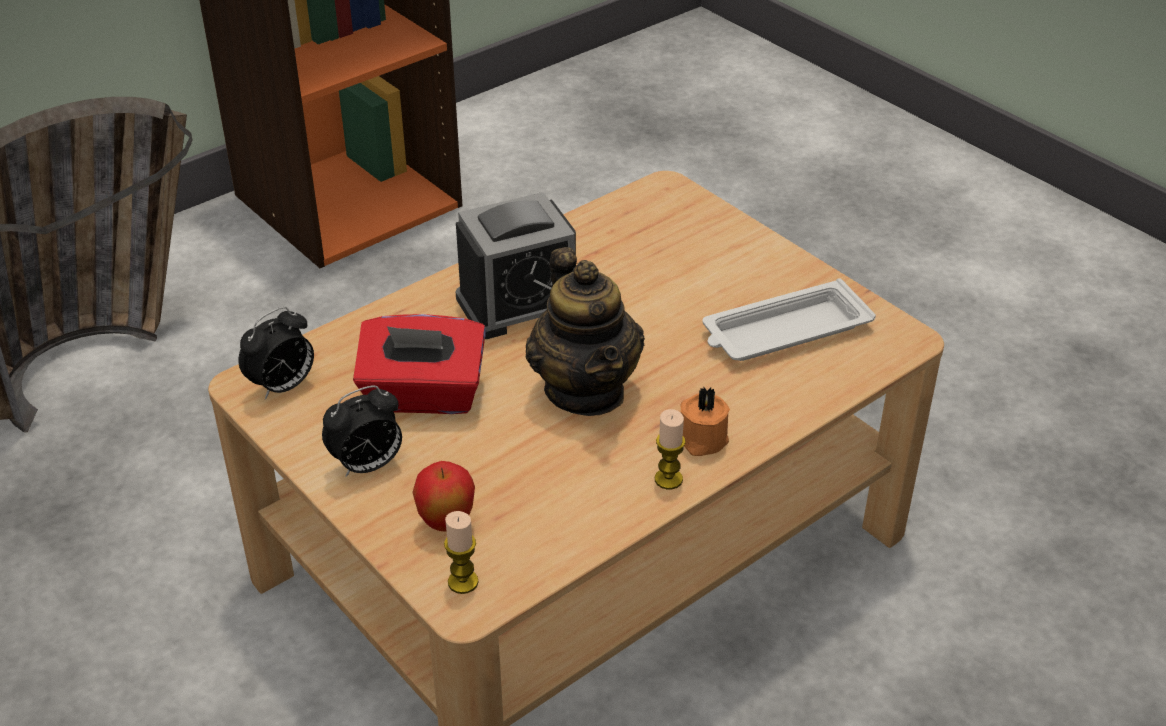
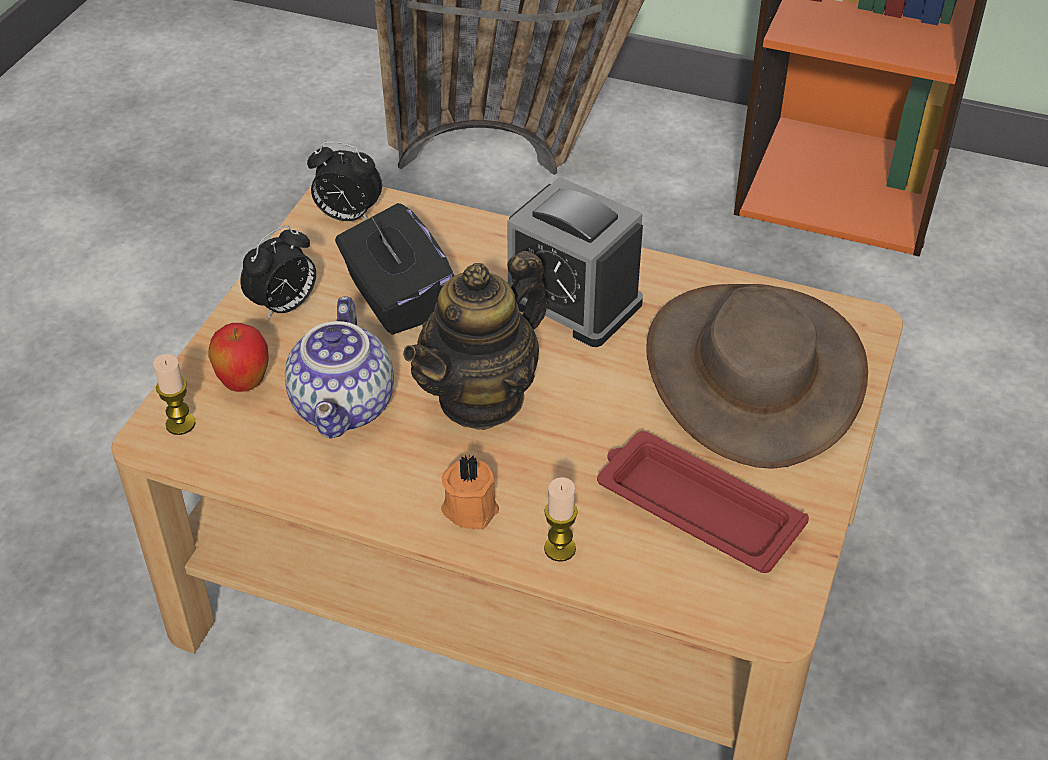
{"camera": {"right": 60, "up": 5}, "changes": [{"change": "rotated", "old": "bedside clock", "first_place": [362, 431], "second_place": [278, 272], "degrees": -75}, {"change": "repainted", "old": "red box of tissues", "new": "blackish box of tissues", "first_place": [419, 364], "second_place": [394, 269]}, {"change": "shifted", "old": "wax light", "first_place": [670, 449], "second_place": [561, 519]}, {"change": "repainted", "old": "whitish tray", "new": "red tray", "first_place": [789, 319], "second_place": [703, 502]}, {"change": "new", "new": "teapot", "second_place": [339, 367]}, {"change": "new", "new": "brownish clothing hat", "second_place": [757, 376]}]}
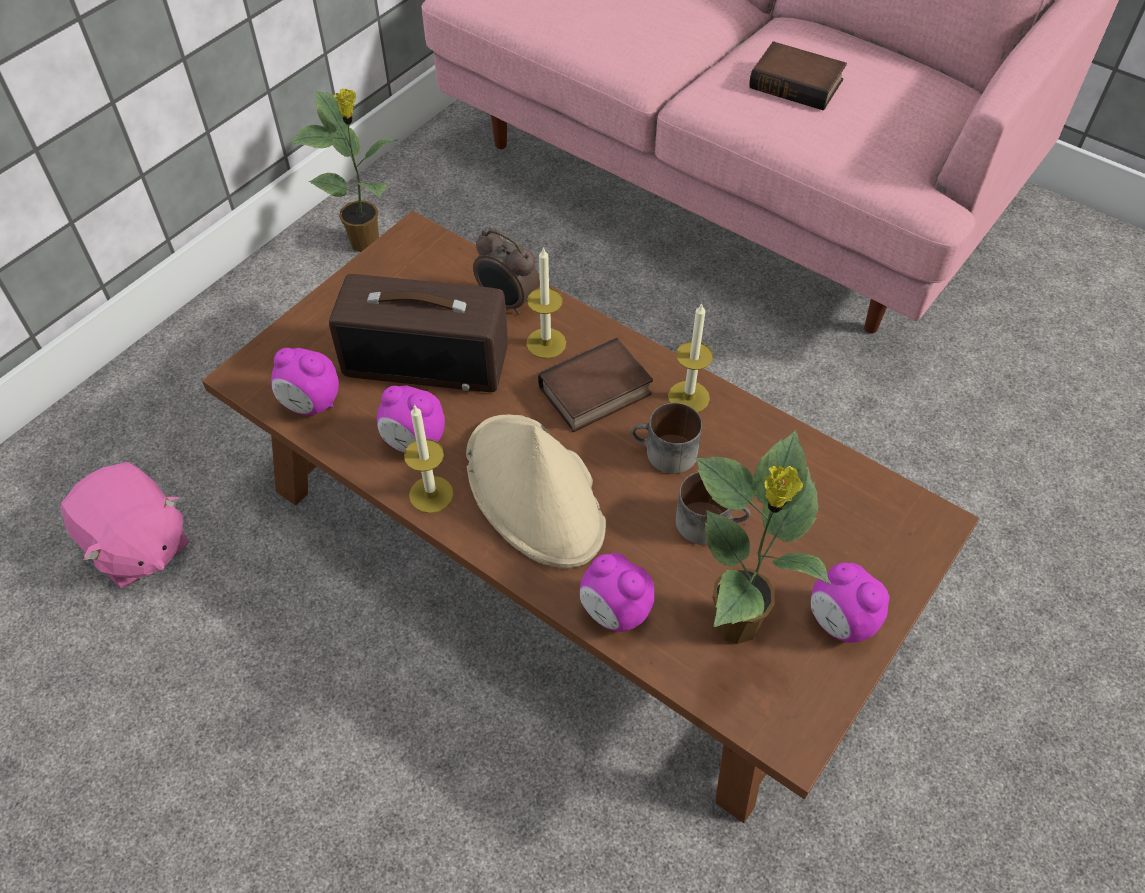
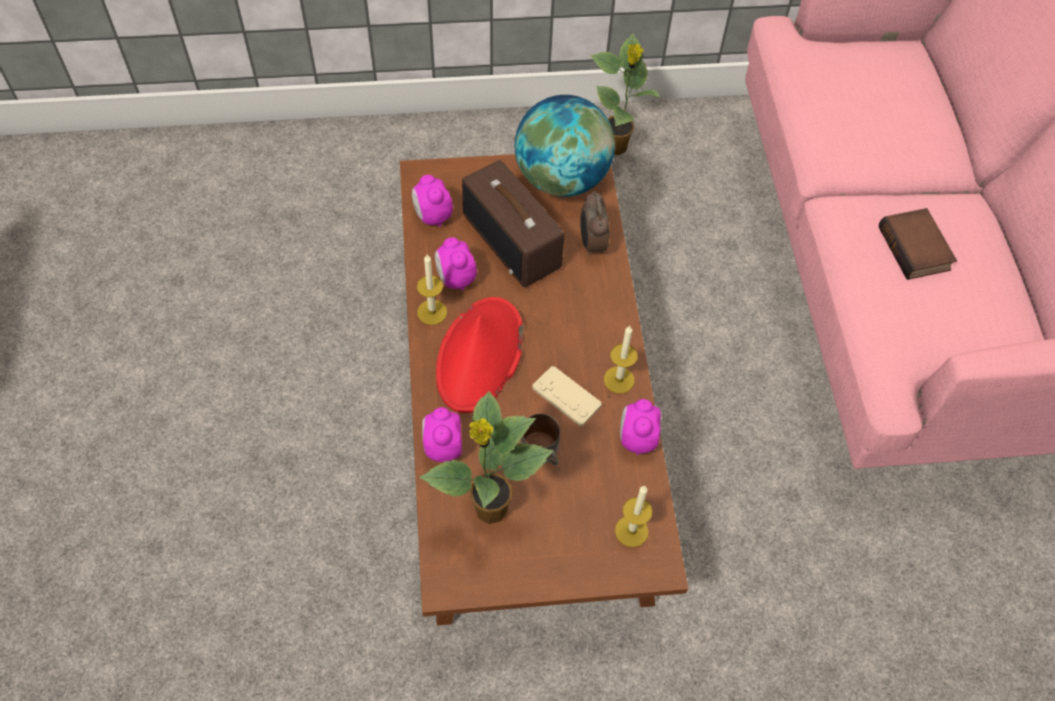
{"camera": {"right": 45, "up": 5}, "changes": [{"change": "gone", "old": "pinkish plush toy", "first_place": [125, 525]}, {"change": "repainted", "old": "beige-coloured clothing hat", "new": "red clothing hat", "first_place": [536, 491], "second_place": [479, 355]}, {"change": "shifted", "old": "wax light", "first_place": [546, 303], "second_place": [633, 516]}, {"change": "gone", "old": "volume", "first_place": [595, 385]}, {"change": "swapped", "old": "mug", "new": "beige-coloured joypad", "first_place": [666, 438], "second_place": [567, 396]}, {"change": "shifted", "old": "bedside clock", "first_place": [850, 603], "second_place": [640, 427]}, {"change": "new", "new": "globe", "second_place": [565, 146]}]}
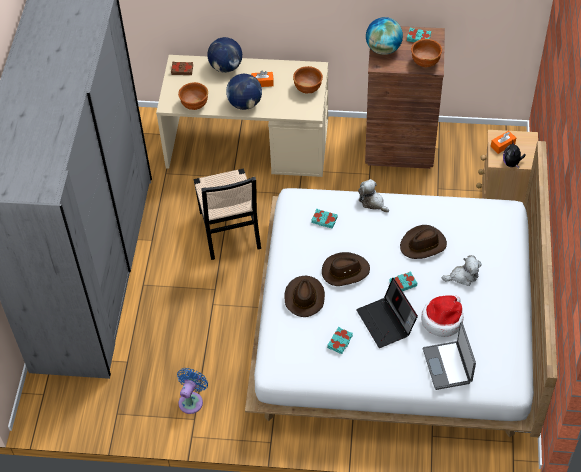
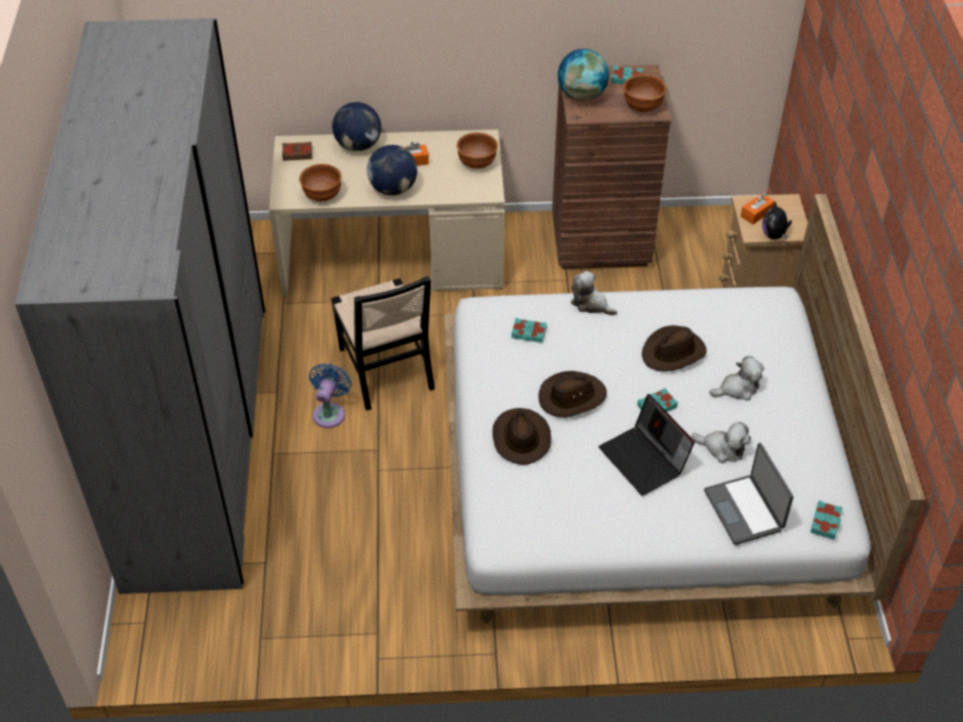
{"camera": {"right": -10, "up": -5}, "changes": [{"change": "shifted", "old": "bluish fan", "first_place": [192, 391], "second_place": [330, 395]}, {"change": "shifted", "old": "turquoise volume", "first_place": [340, 340], "second_place": [826, 519]}, {"change": "swapped", "old": "clothing hat", "new": "plush toy", "first_place": [442, 316], "second_place": [721, 442]}]}
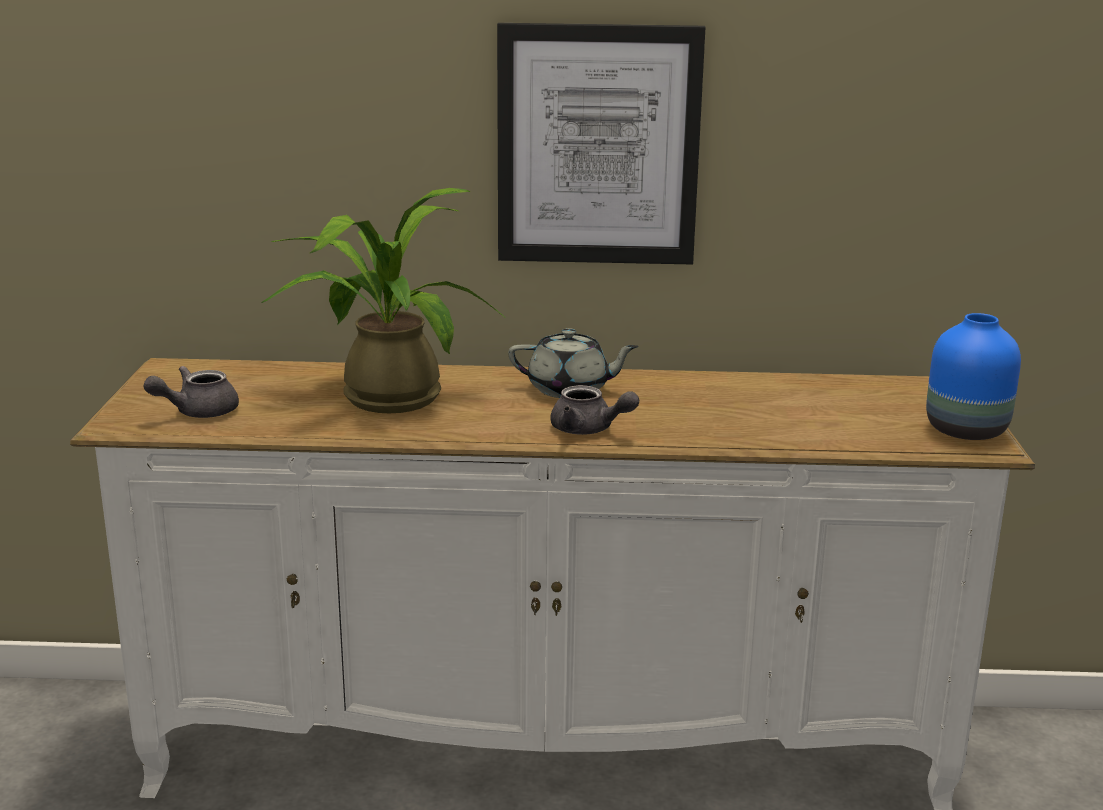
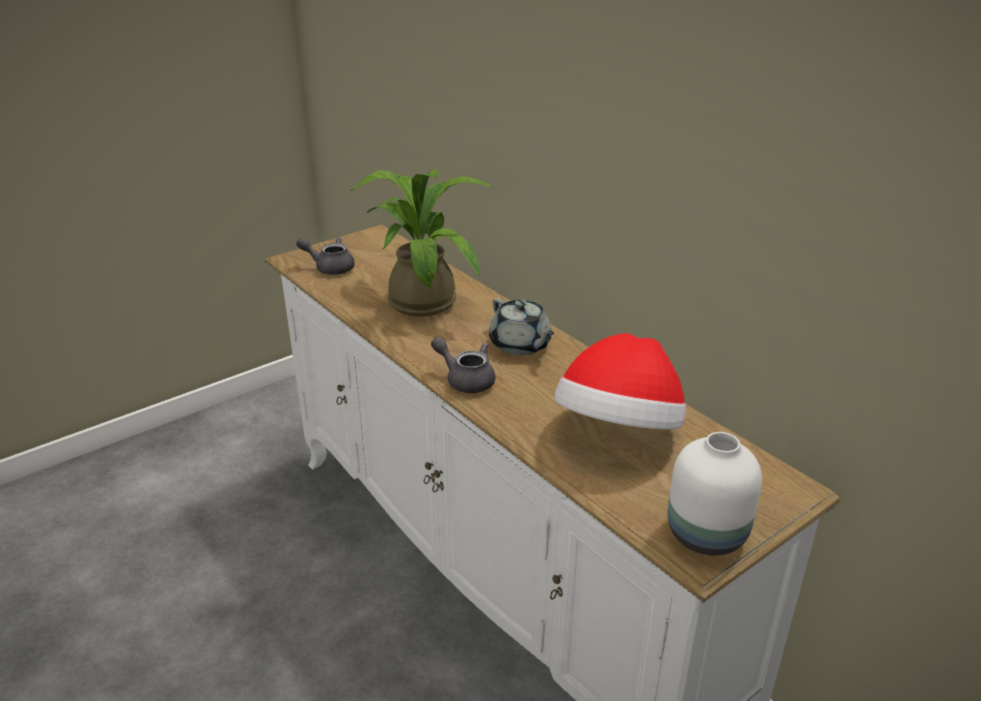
{"camera": {"right": 50, "up": 10}, "changes": [{"change": "gone", "old": "wall picture", "first_place": [601, 144]}, {"change": "rotated", "old": "gray teapot", "first_place": [594, 410], "second_place": [463, 365], "degrees": 135}, {"change": "repainted", "old": "bluish decorative vase", "new": "whitish decorative vase", "first_place": [973, 376], "second_place": [715, 493]}, {"change": "new", "new": "clothing hat", "second_place": [620, 381]}]}
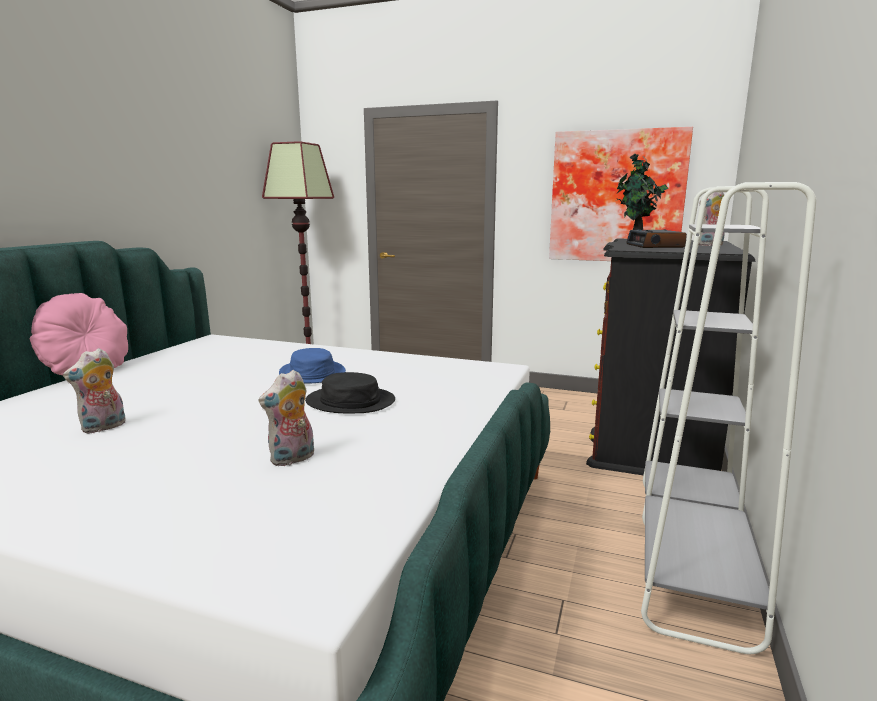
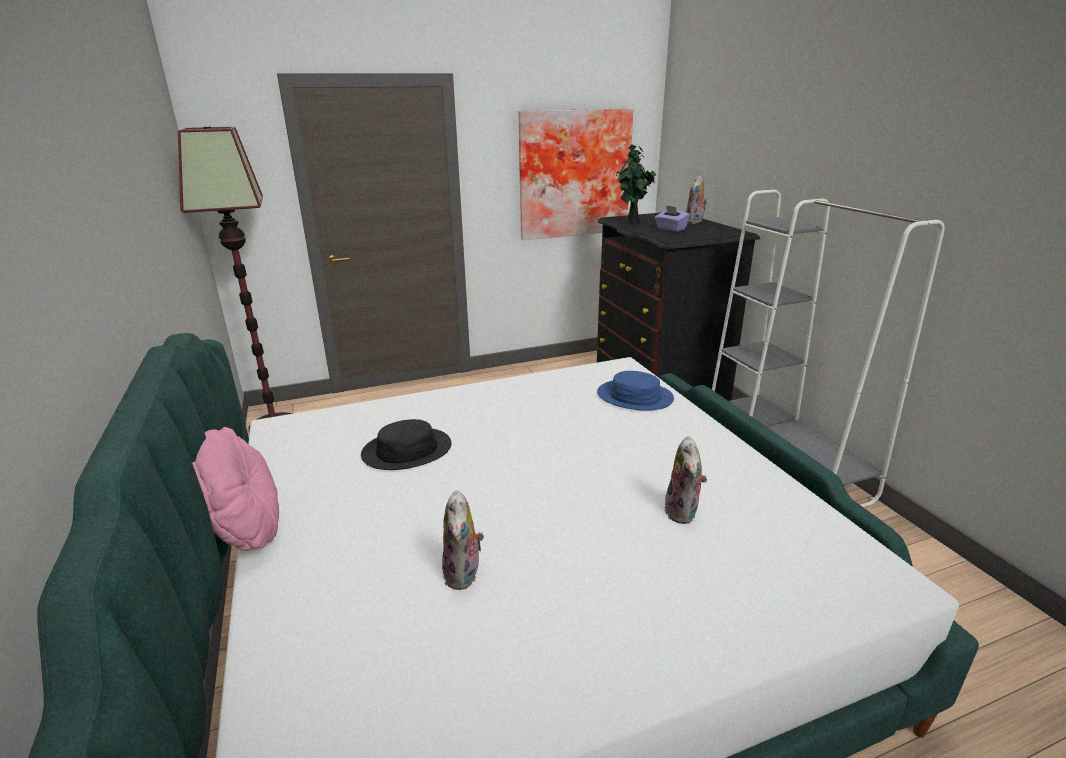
{"camera": {"right": -40, "up": 10}, "changes": [{"change": "shifted", "old": "bluish clothing hat", "first_place": [312, 366], "second_place": [635, 391]}, {"change": "shifted", "old": "blackish clothing hat", "first_place": [350, 392], "second_place": [406, 444]}, {"change": "swapped", "old": "bedside clock", "new": "purplish box of tissues", "first_place": [656, 238], "second_place": [672, 218]}]}
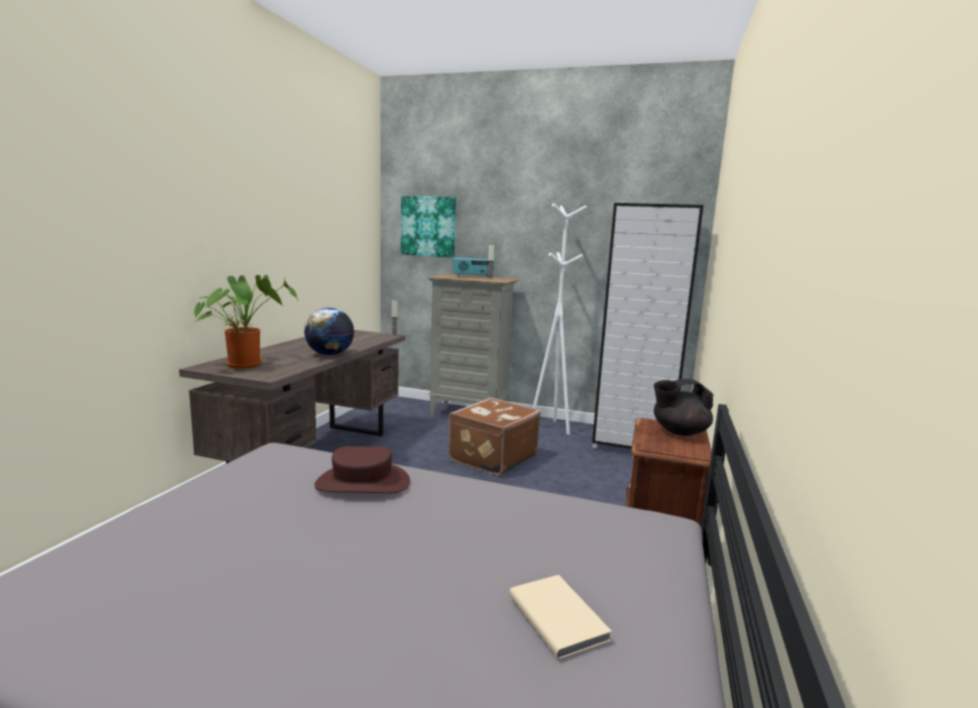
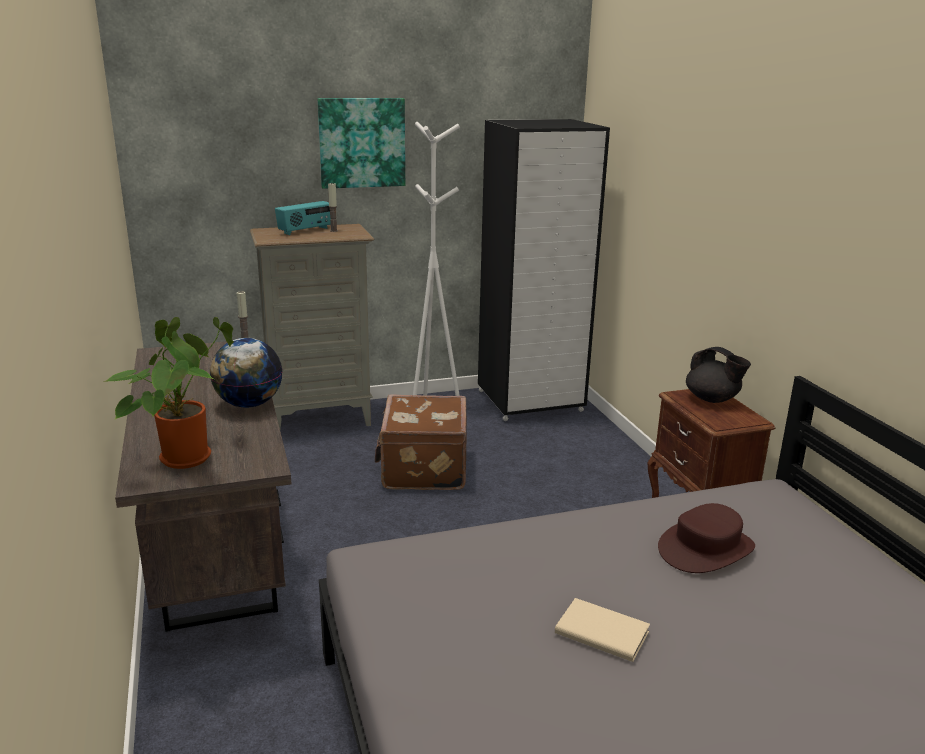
{"camera": {"right": -35, "up": 10}, "changes": [{"change": "shifted", "old": "brownish clothing hat", "first_place": [362, 469], "second_place": [706, 538]}, {"change": "shifted", "old": "wall picture", "first_place": [428, 227], "second_place": [361, 143]}, {"change": "shifted", "old": "beige-coloured volume", "first_place": [560, 617], "second_place": [602, 630]}, {"change": "rotated", "old": "blackish teapot", "first_place": [683, 407], "second_place": [718, 375], "degrees": -90}]}
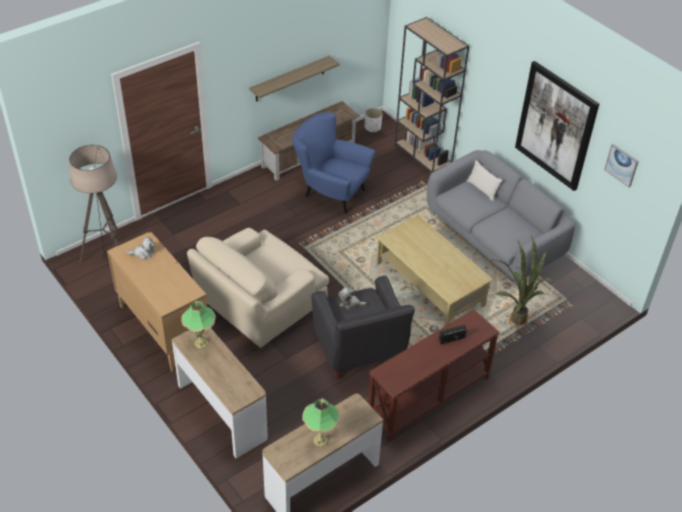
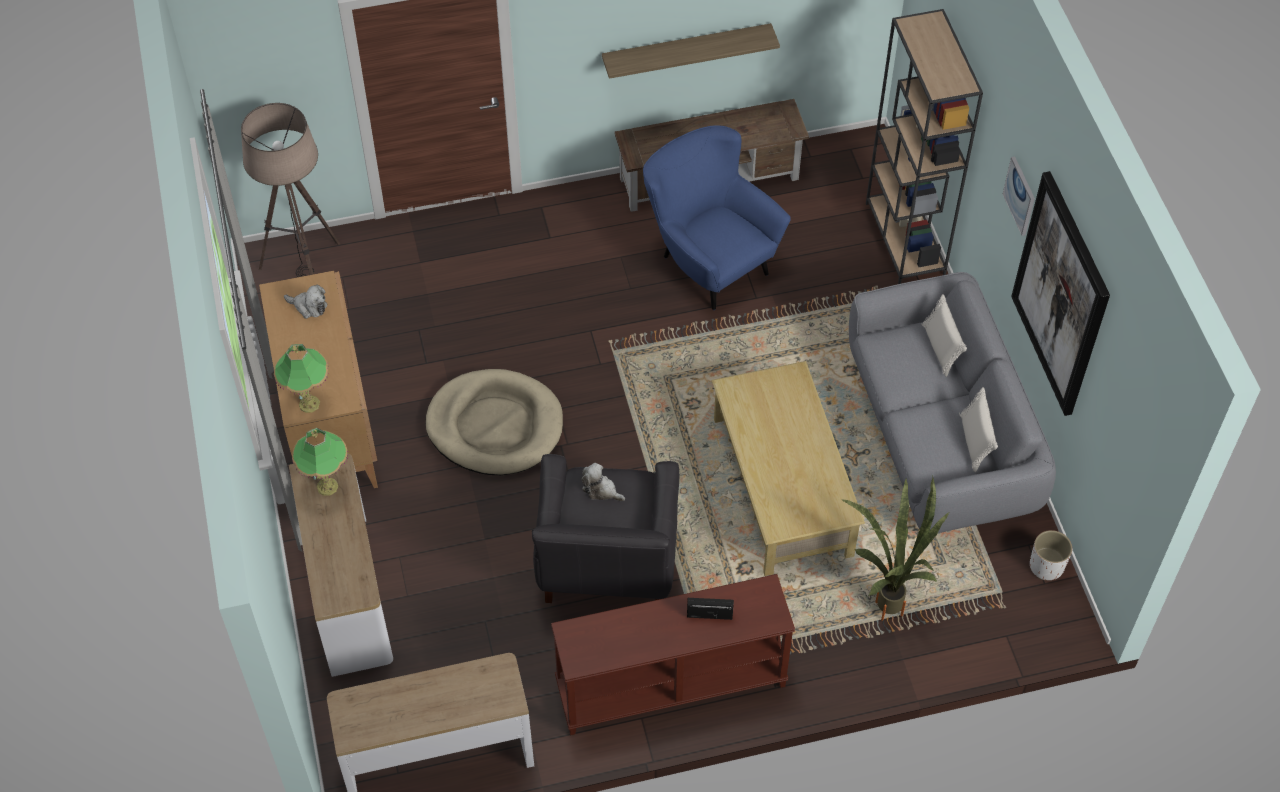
{"camera": {"right": 25, "up": 10}, "changes": [{"change": "swapped", "old": "beige-coloured easy chair", "new": "beige-coloured dog cushion", "first_place": [258, 288], "second_place": [494, 422]}, {"change": "shifted", "old": "table lamp", "first_place": [321, 422], "second_place": [301, 378]}, {"change": "shifted", "old": "whitish flower pot", "first_place": [374, 120], "second_place": [1051, 555]}, {"change": "shifted", "old": "wall picture", "first_place": [621, 165], "second_place": [1019, 196]}, {"change": "new", "new": "whitish throw pillow", "second_place": [978, 429]}]}
